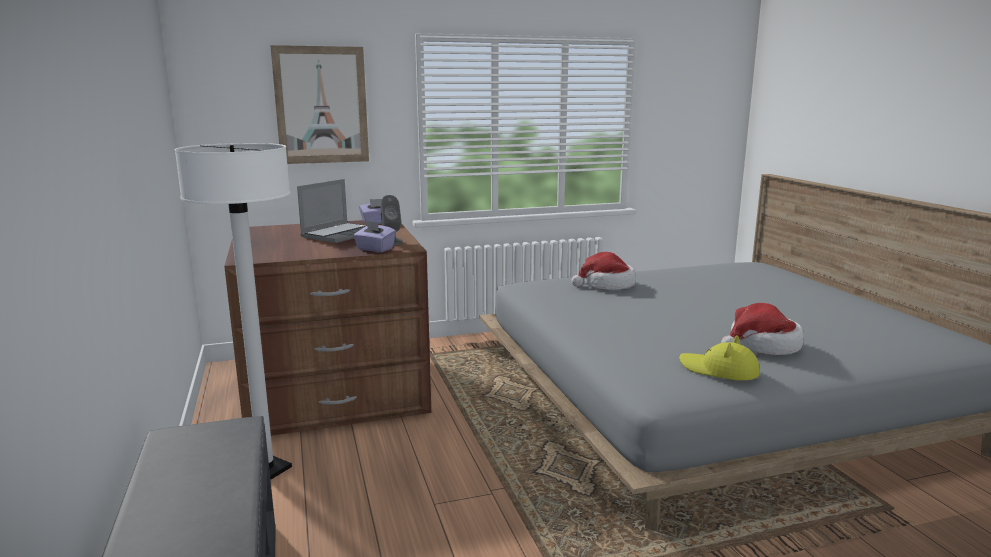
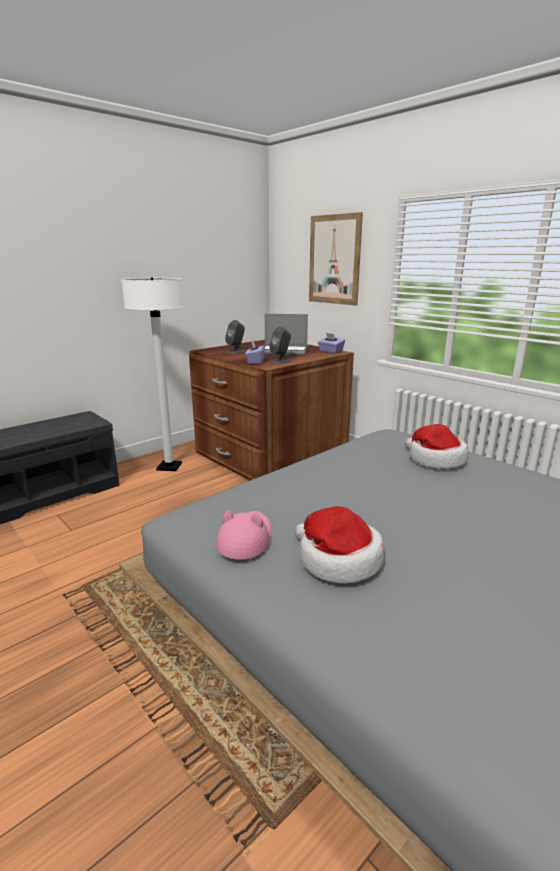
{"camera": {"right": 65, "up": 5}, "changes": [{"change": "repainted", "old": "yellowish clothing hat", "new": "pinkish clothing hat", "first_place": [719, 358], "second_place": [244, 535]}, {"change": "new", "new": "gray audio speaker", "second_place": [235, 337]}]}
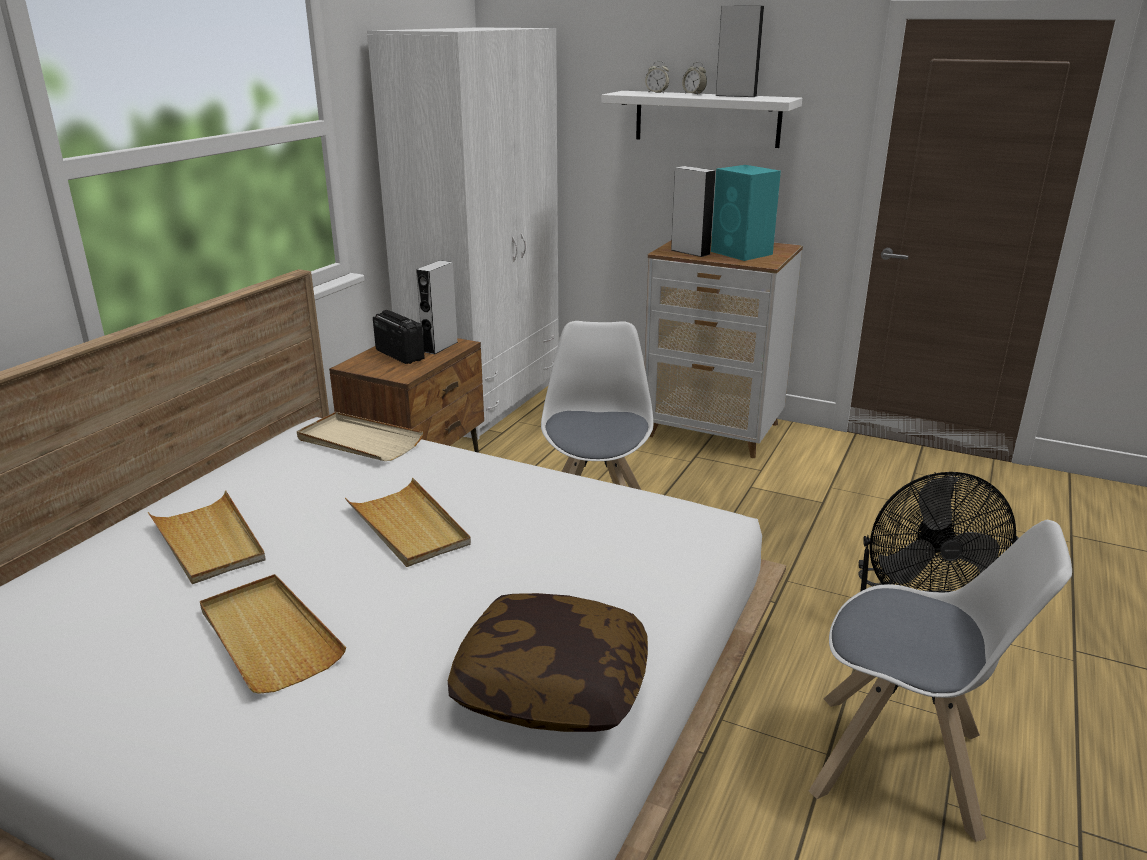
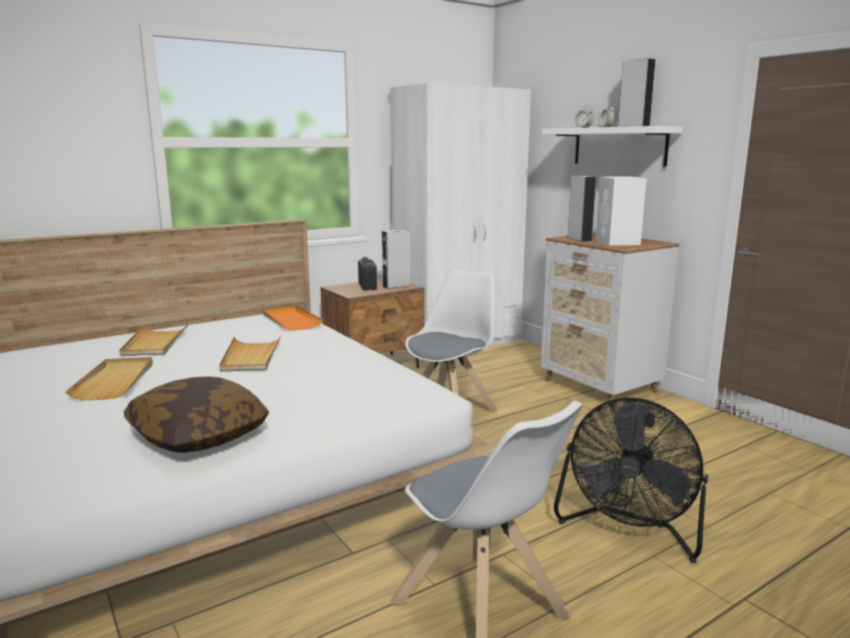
{"camera": {"right": 30, "up": -10}, "changes": [{"change": "repainted", "old": "beige-coloured tray", "new": "orangey tray", "first_place": [360, 436], "second_place": [293, 318]}, {"change": "repainted", "old": "turquoise audio speaker", "new": "whitish audio speaker", "first_place": [746, 213], "second_place": [621, 211]}]}
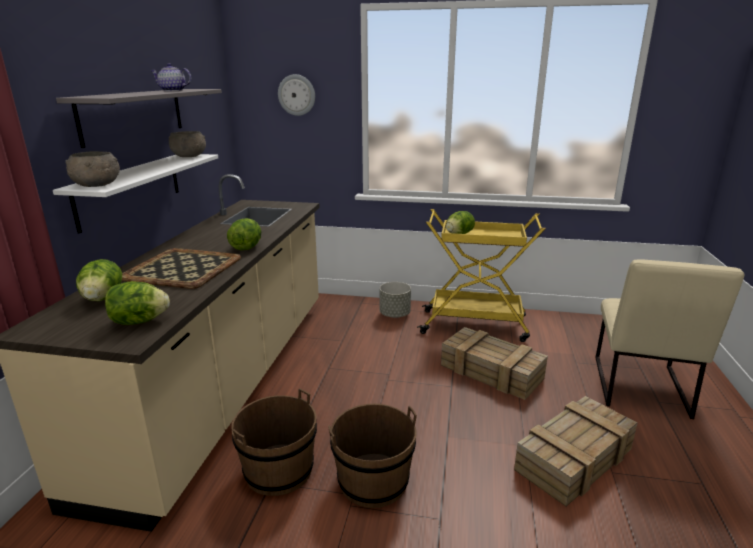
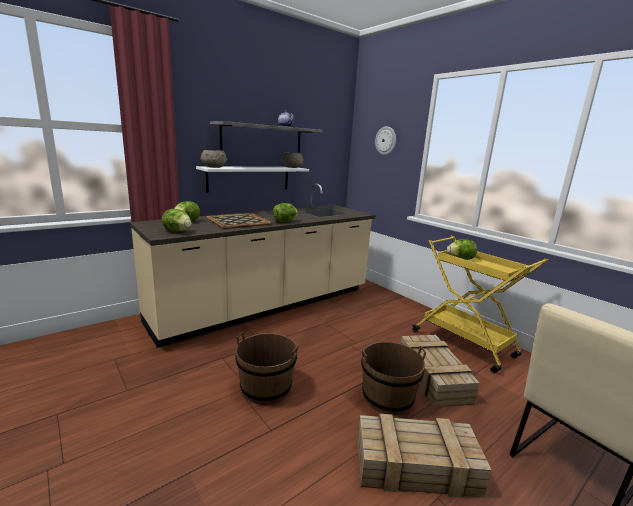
{"camera": {"right": 40, "up": -5}, "changes": [{"change": "shifted", "old": "brownish water bucket", "first_place": [274, 442], "second_place": [393, 378]}, {"change": "gone", "old": "gray flower pot", "first_place": [395, 300]}]}
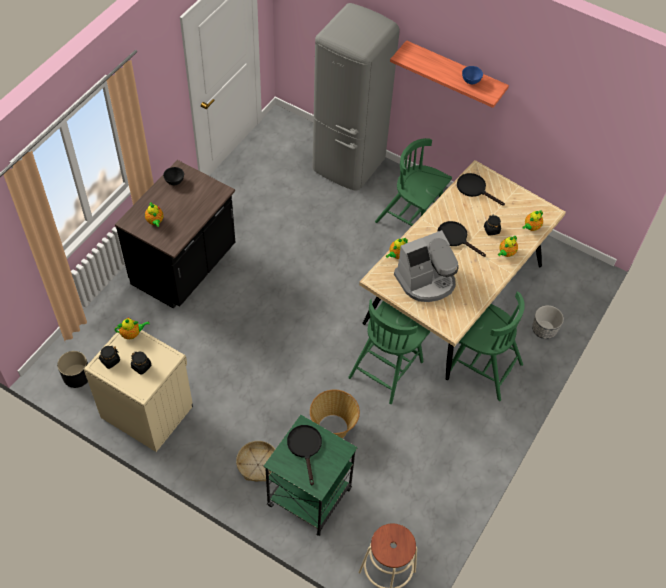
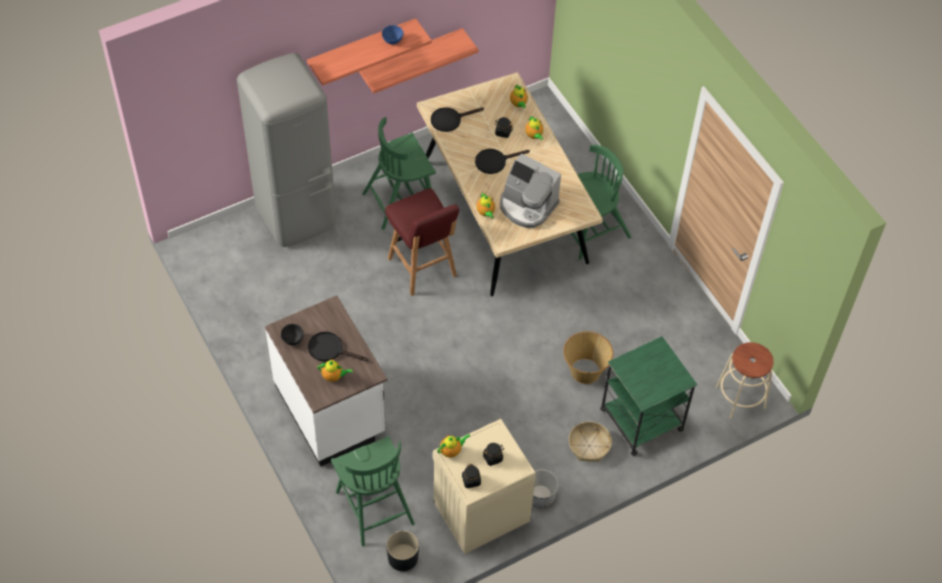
{"camera": {"right": -60, "up": 0}, "changes": [{"change": "repainted", "old": "blackish counter", "new": "whitish counter", "first_place": [175, 234], "second_place": [326, 381]}, {"change": "rotated", "old": "teapot", "first_place": [132, 328], "second_place": [453, 446], "degrees": 45}, {"change": "shifted", "old": "blackish skillet", "first_place": [304, 455], "second_place": [338, 346]}, {"change": "shifted", "old": "greenish plain chair", "first_place": [389, 351], "second_place": [373, 491]}, {"change": "rotated", "old": "coffee brewer", "first_place": [426, 266], "second_place": [530, 191], "degrees": 120}, {"change": "shifted", "old": "flower pot", "first_place": [548, 322], "second_place": [545, 488]}, {"change": "new", "new": "wall shelf", "second_place": [419, 61]}, {"change": "new", "new": "red sitting stool", "second_place": [422, 242]}]}
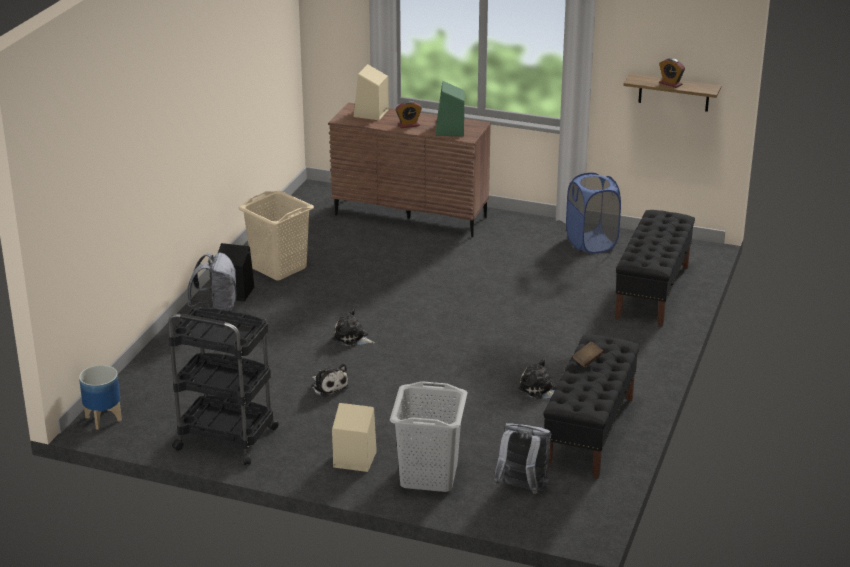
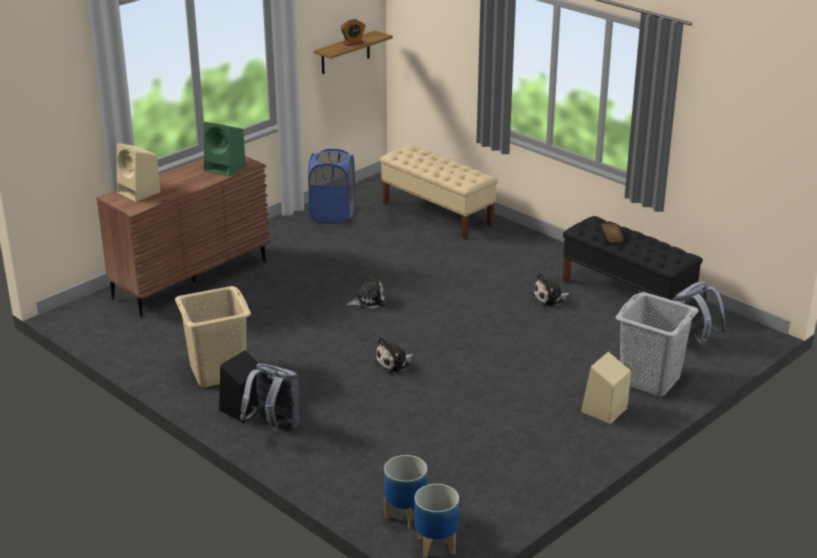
{"camera": {"right": -65, "up": 0}, "changes": [{"change": "gone", "old": "blackish wheeled cart", "first_place": [223, 386]}, {"change": "shifted", "old": "plush toy", "first_place": [330, 380], "second_place": [365, 292]}, {"change": "gone", "old": "bedside clock", "first_place": [408, 114]}, {"change": "repainted", "old": "blackish bench", "new": "beige-coloured bench", "first_place": [655, 268], "second_place": [439, 192]}, {"change": "new", "new": "flower pot", "second_place": [405, 492]}]}
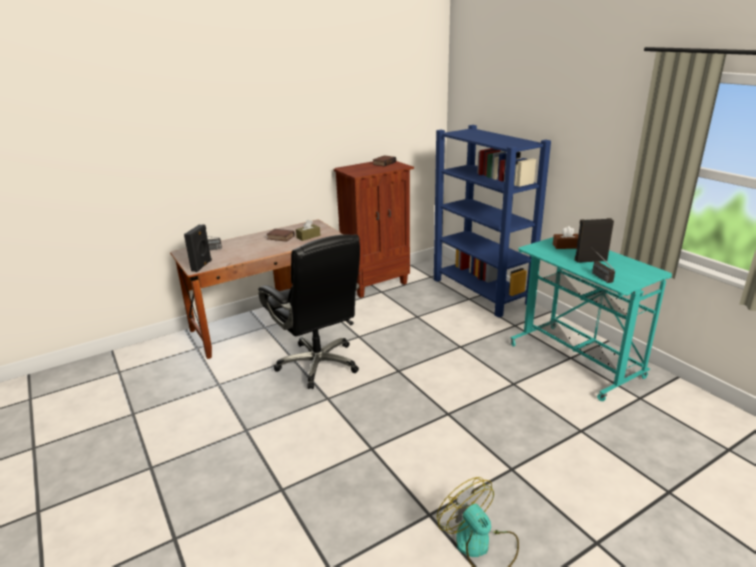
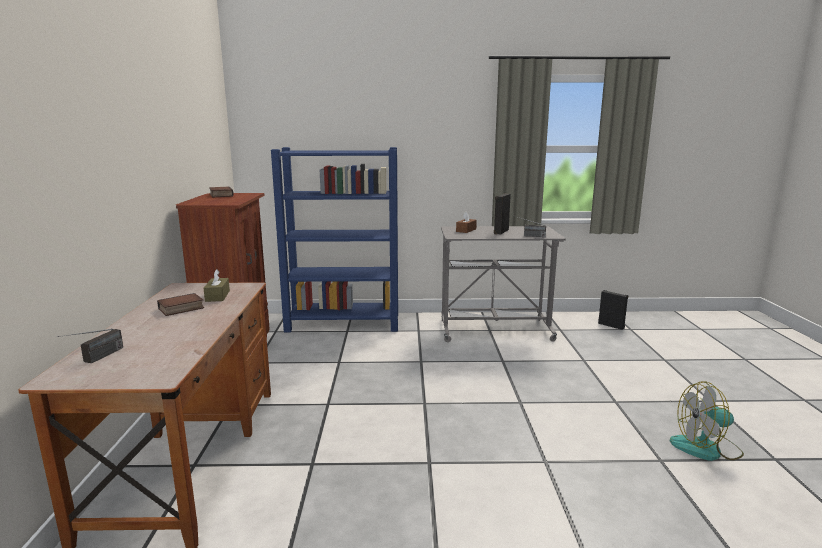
{"camera": {"right": -60, "up": -10}, "changes": [{"change": "shifted", "old": "blackish audio speaker", "first_place": [198, 248], "second_place": [613, 310]}, {"change": "gone", "old": "blackish office chair", "first_place": [309, 311]}, {"change": "repainted", "old": "turquoise desk", "new": "gray desk", "first_place": [591, 319], "second_place": [503, 284]}]}
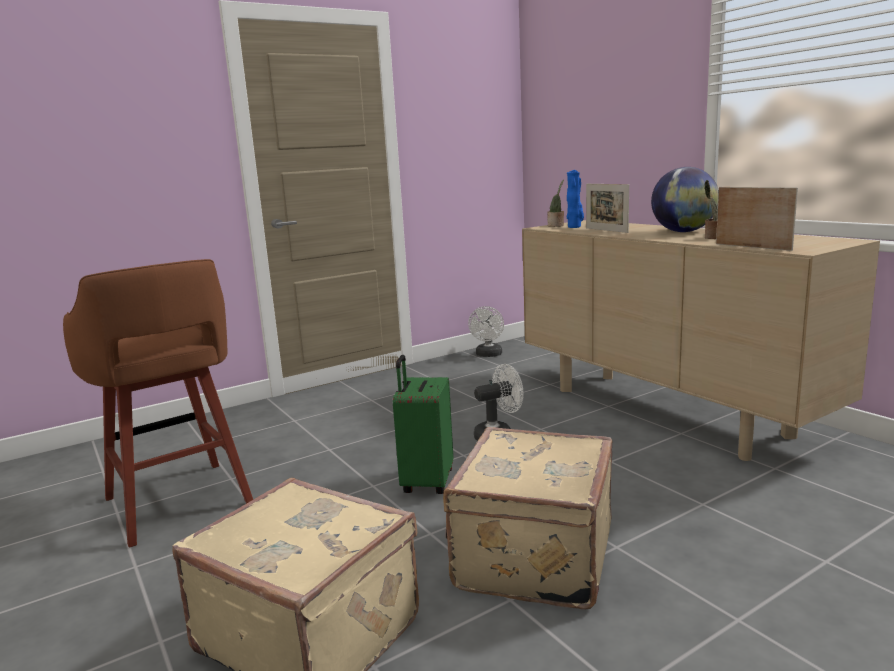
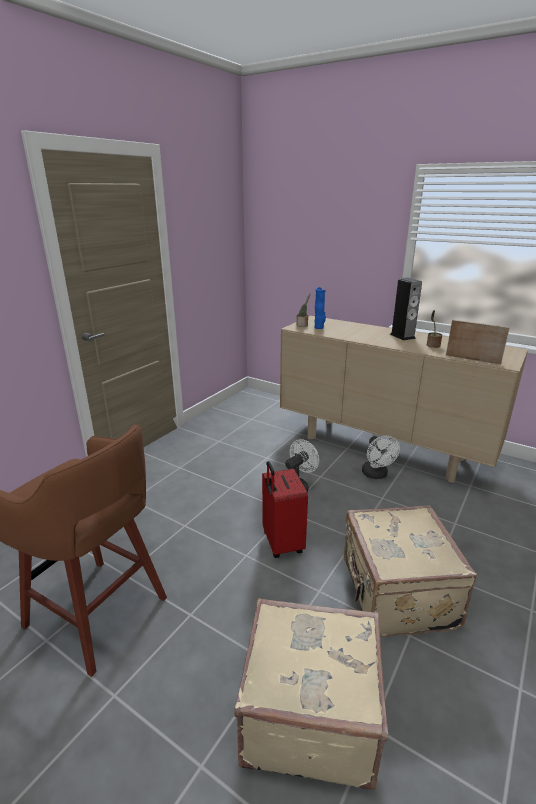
{"camera": {"right": -25, "up": 10}, "changes": [{"change": "repainted", "old": "greenish travel case", "new": "red travel case", "first_place": [423, 424], "second_place": [285, 509]}, {"change": "shifted", "old": "whitish fan", "first_place": [486, 331], "second_place": [381, 457]}, {"change": "gone", "old": "standing frame", "first_place": [607, 208]}, {"change": "swapped", "old": "globe", "new": "audio speaker", "first_place": [685, 199], "second_place": [406, 309]}]}
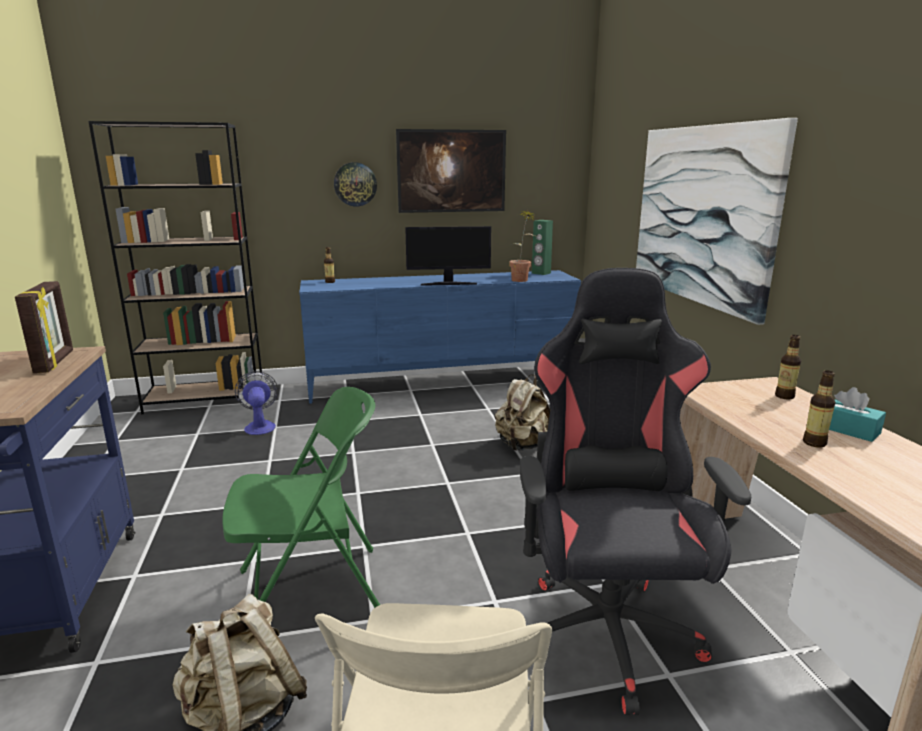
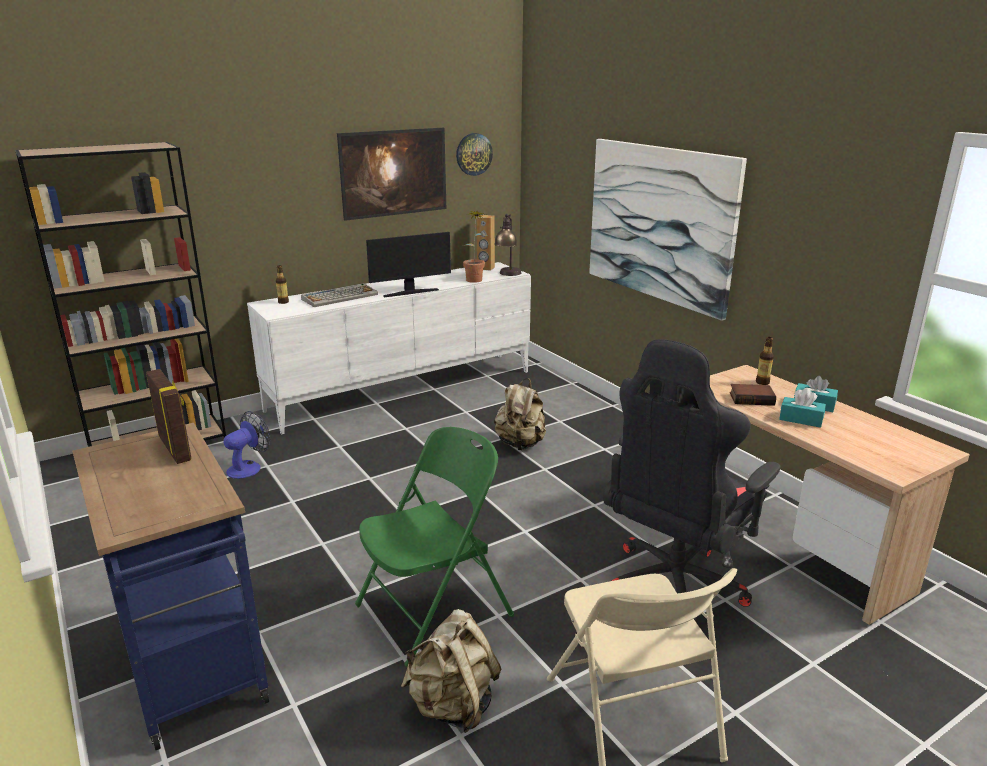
{"camera": {"right": -20, "up": 5}, "changes": [{"change": "rotated", "old": "fan", "first_place": [256, 403], "second_place": [246, 445], "degrees": 75}, {"change": "repainted", "old": "bluish cupboard", "new": "whitish cupboard", "first_place": [440, 337], "second_place": [389, 348]}, {"change": "shifted", "old": "hanging clock", "first_place": [355, 184], "second_place": [474, 154]}, {"change": "rotated", "old": "blackish office chair", "first_place": [635, 491], "second_place": [691, 473], "degrees": -120}, {"change": "repainted", "old": "greenish audio speaker", "new": "brownish audio speaker", "first_place": [542, 247], "second_place": [486, 243]}, {"change": "swapped", "old": "bottle", "new": "turquoise box of tissues", "first_place": [819, 409], "second_place": [802, 408]}, {"change": "new", "new": "keyboard", "second_place": [339, 295]}, {"change": "new", "new": "table lamp", "second_place": [507, 245]}, {"change": "new", "new": "volume", "second_place": [753, 395]}]}
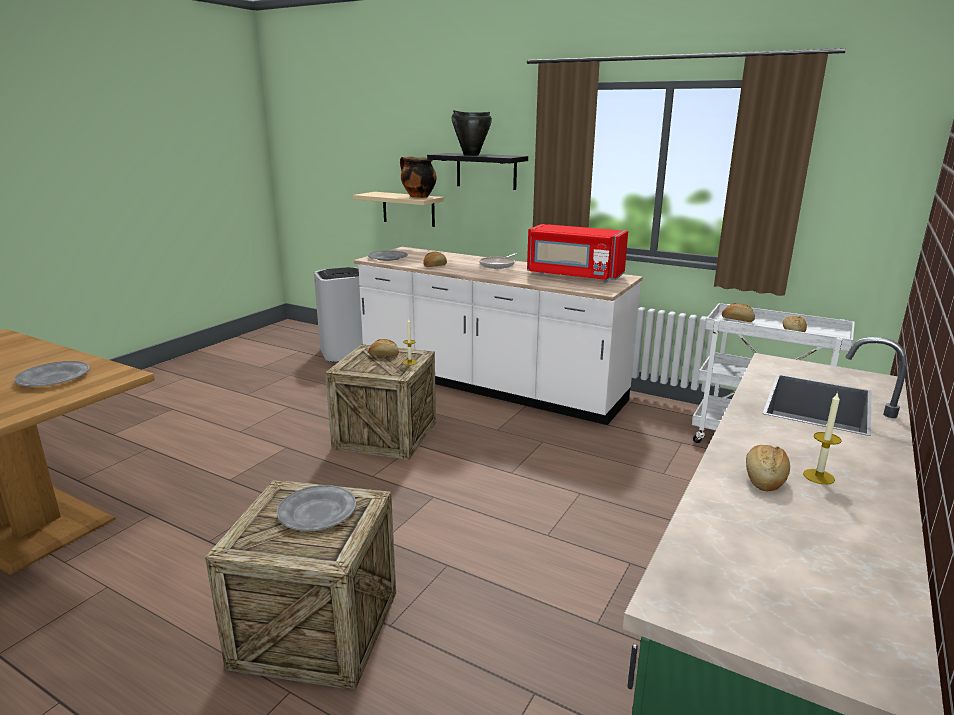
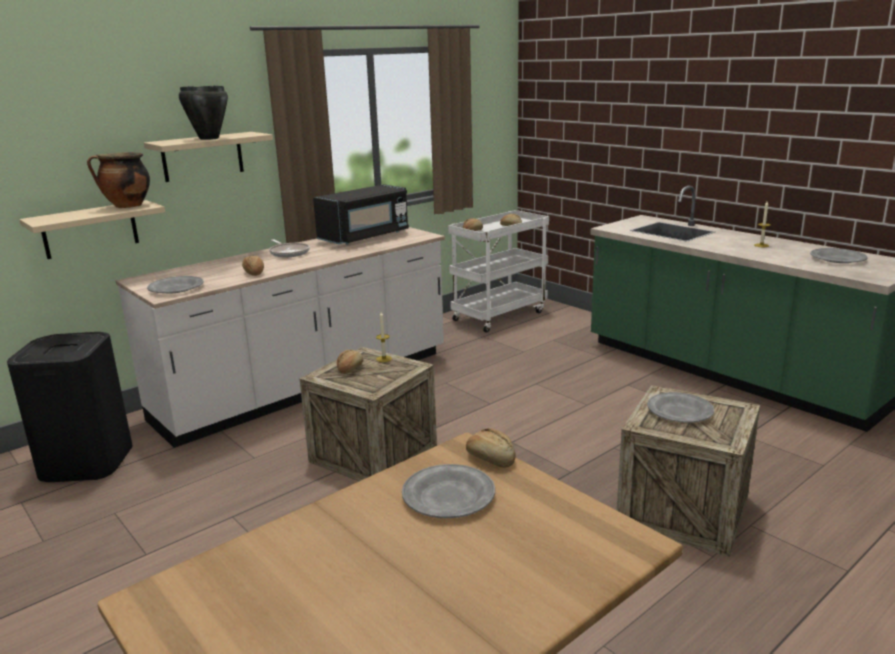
{"camera": {"right": -70, "up": 0}, "changes": [{"change": "repainted", "old": "whitish trash can", "new": "blackish trash can", "first_place": [338, 314], "second_place": [70, 407]}, {"change": "repainted", "old": "blackish wall shelf", "new": "beige-coloured wall shelf", "first_place": [477, 171], "second_place": [208, 157]}, {"change": "repainted", "old": "red microwave", "new": "blackish microwave", "first_place": [577, 253], "second_place": [361, 214]}, {"change": "shifted", "old": "bread", "first_place": [768, 468], "second_place": [491, 448]}, {"change": "new", "new": "gray dinner plate", "second_place": [839, 255]}]}
